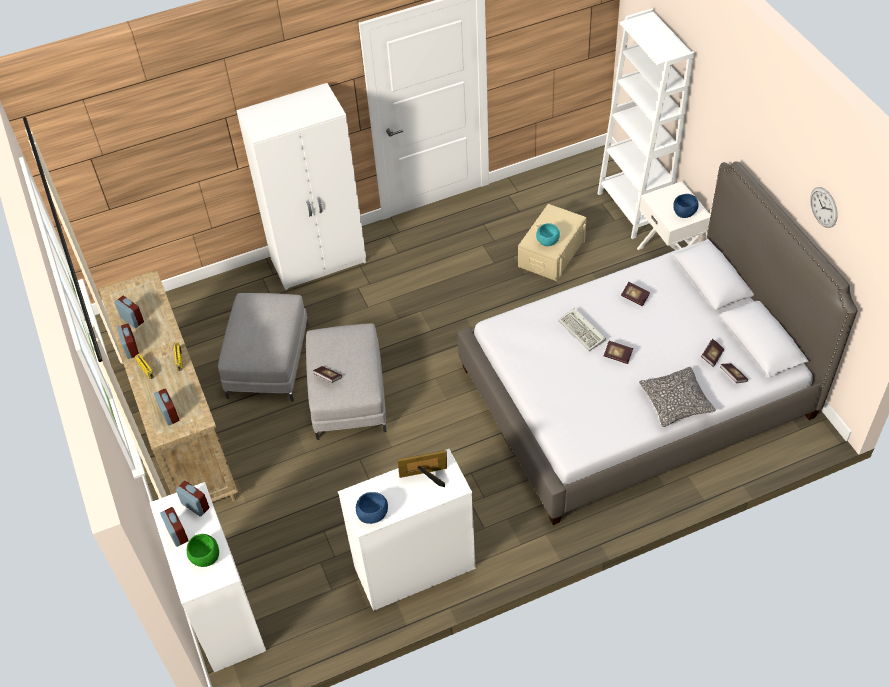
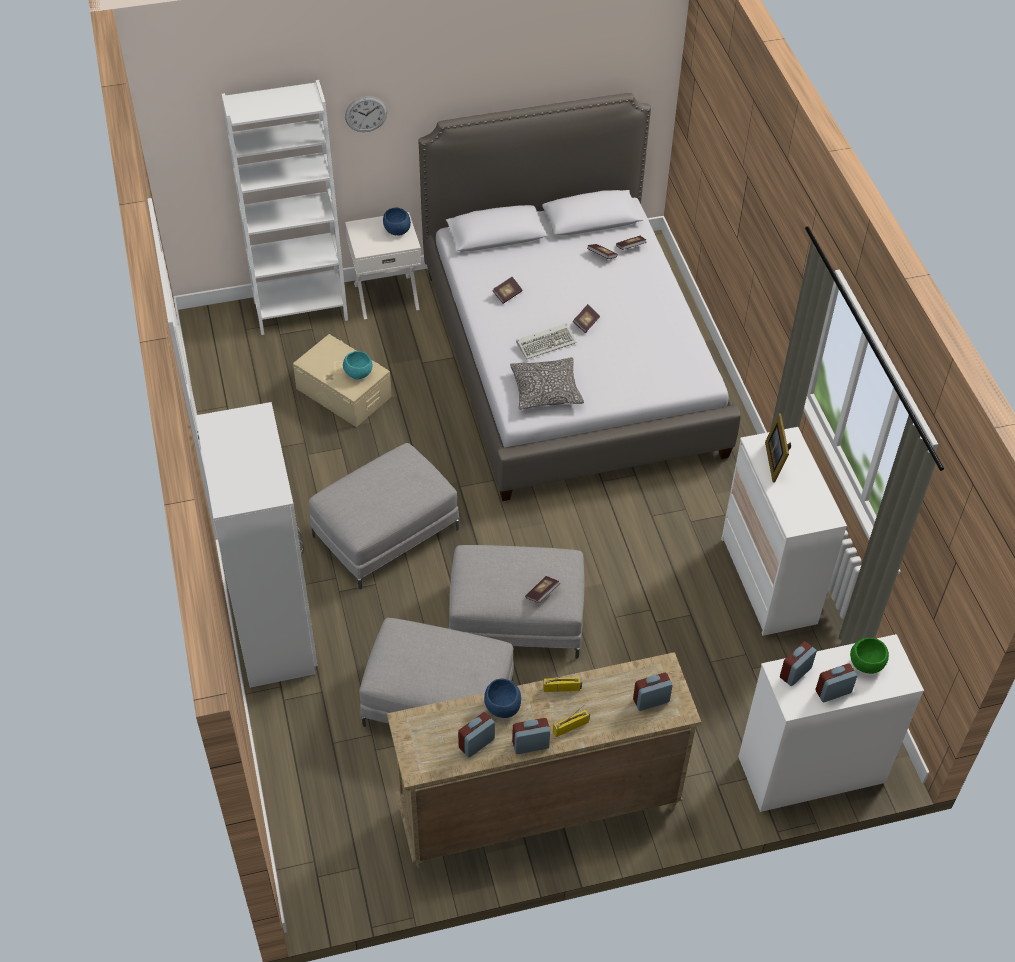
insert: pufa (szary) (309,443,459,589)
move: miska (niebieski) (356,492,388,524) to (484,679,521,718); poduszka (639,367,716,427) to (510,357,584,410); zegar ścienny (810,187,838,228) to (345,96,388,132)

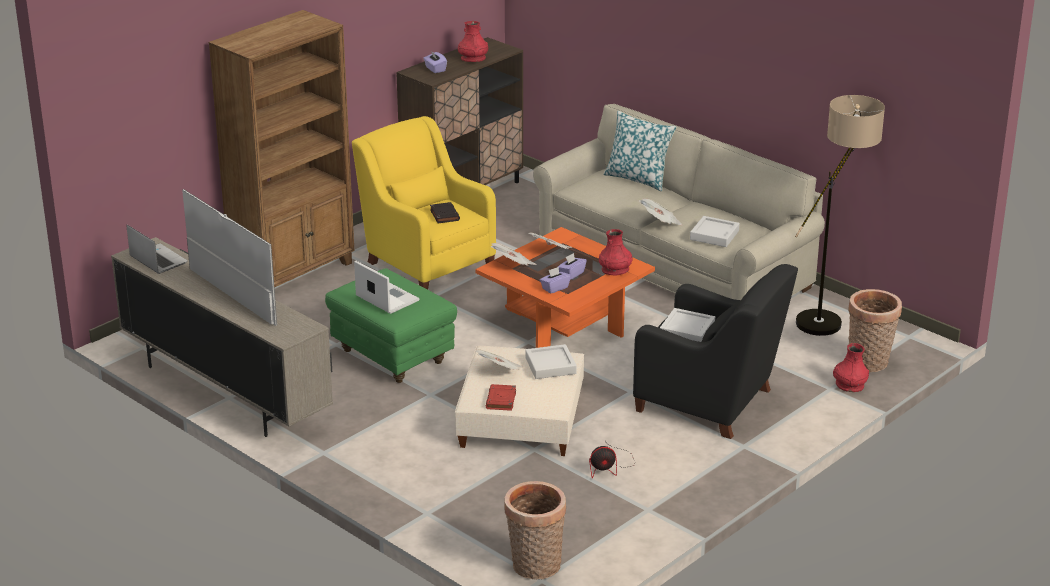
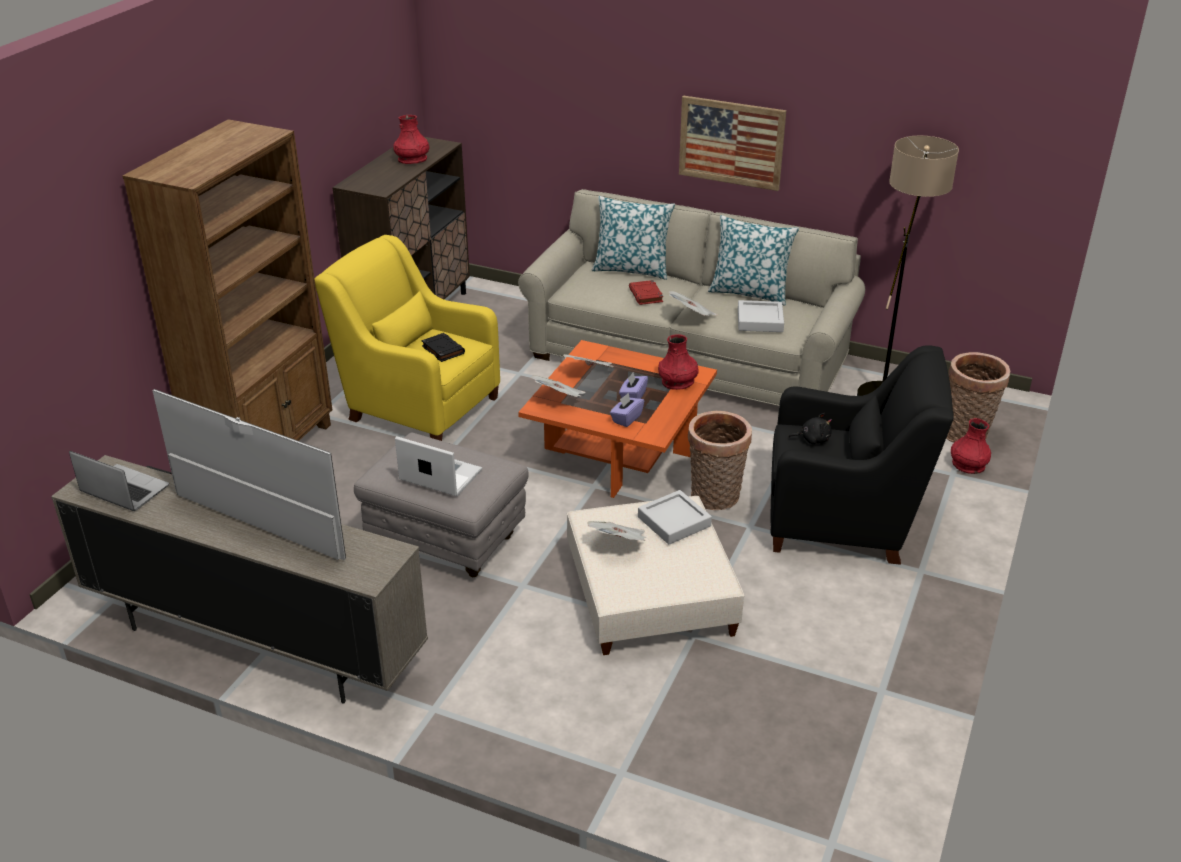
delete: pudełko chusteczek (fioletowy) (423,51,447,73); wentylator (589,441,635,478)
insert: obraz (679,96,786,191); poduszka (708,215,799,305)
move: książka (czerwony) (486,384,516,411) to (629,280,663,305); koszyk (504,481,566,580) to (688,411,752,510)
replace: taca (biały) (660,308,715,342) to pluszak (czarny) (788,413,832,444)
recolor: pufa (zielony) (325,268,457,383) to pufa (szary) (354,433,529,577)

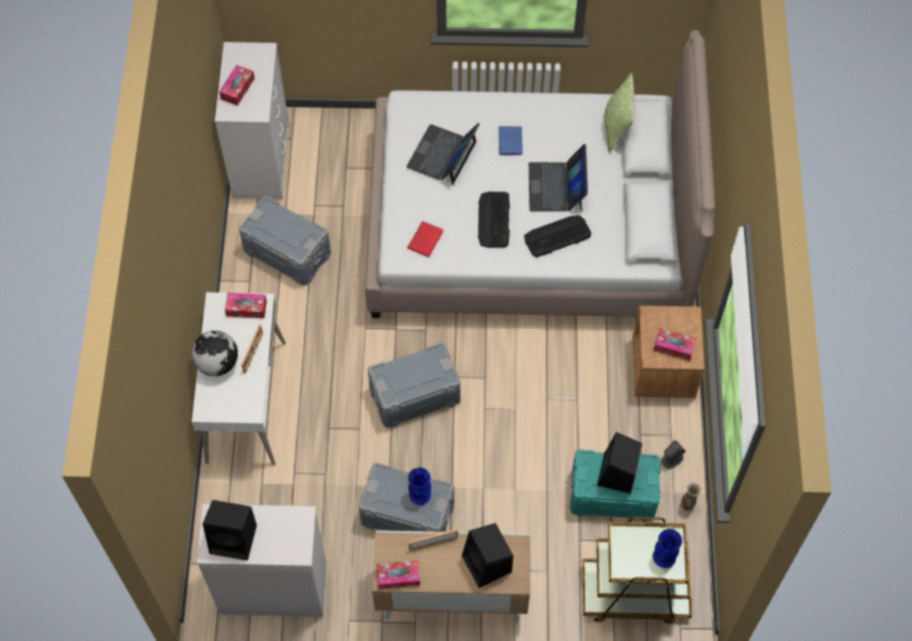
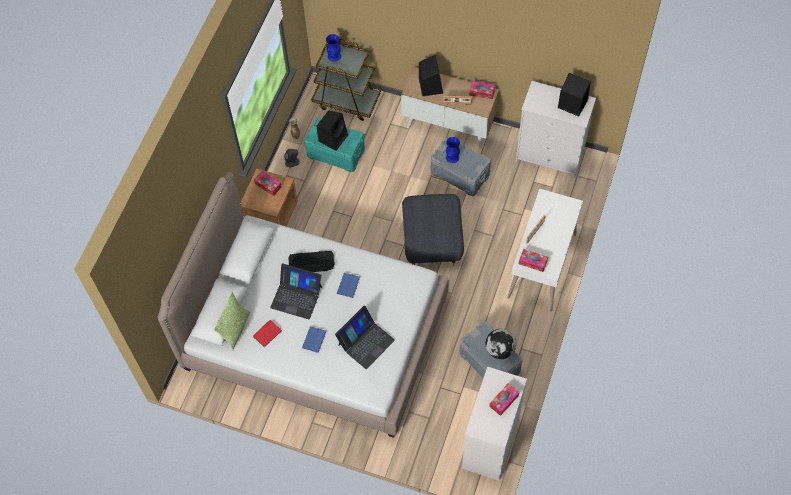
move: globus (192,331,238,376) to (485,329,516,359); książka (czerwony) (407,221,443,257) to (253,320,282,348)
replace: pojemnik do przechowywania (szary) (368,343,461,428) to pufa (szary) (402,194,464,266); klawiatura (478,191,510,248) to książka (niebieski) (337,273,360,298)
rotate: laptop (529,144,588,212) = (270,263,322,319) 90 degrees clockwise

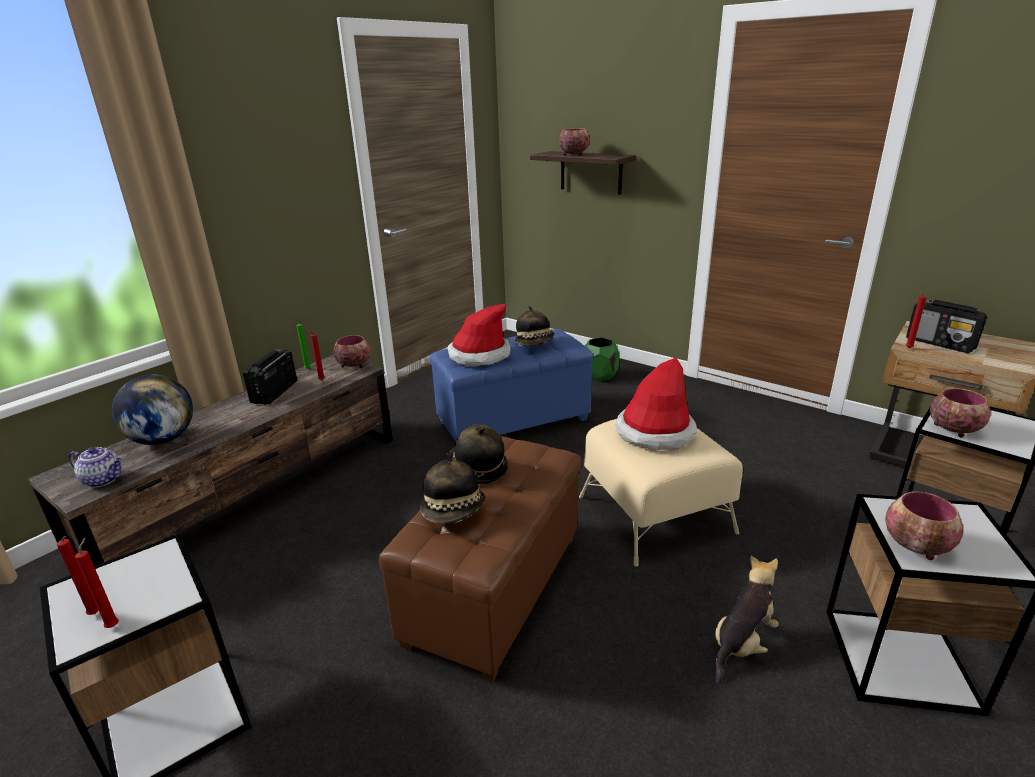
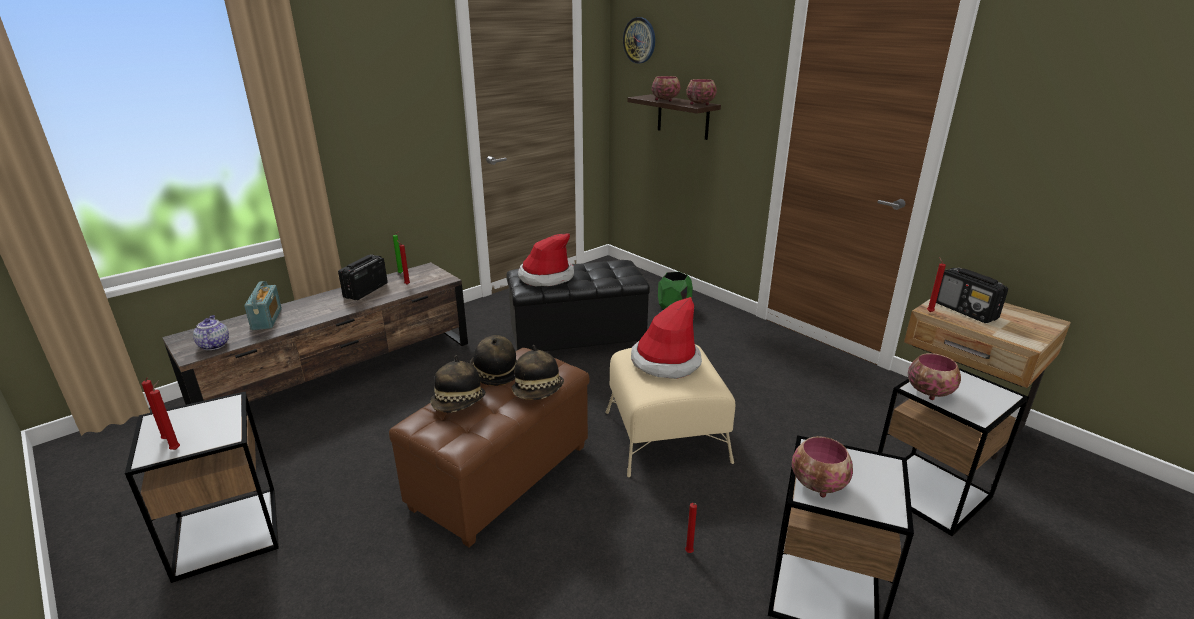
insert: zegar ścienny (623,17,655,64)
move: miska (333,335,371,368) to (686,79,717,105); kapelusz (514,306,555,346) to (511,345,564,400)
replace: globus (112,374,193,445) to radio (244,281,282,330); pluszak (715,556,779,683) to świeca (czerwony) (685,503,697,553)
recolor: pufa (niebieski) (430,329,593,441) to pufa (czarny) (506,260,650,351)
rotate: imbryk (69,447,122,487) = (193,315,229,350) 135 degrees counterclockwise

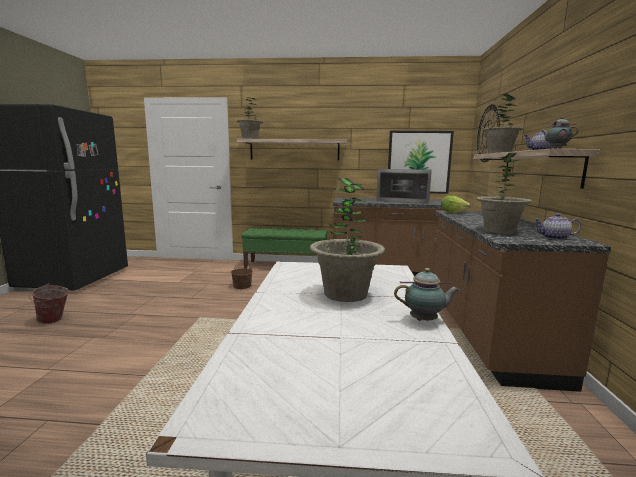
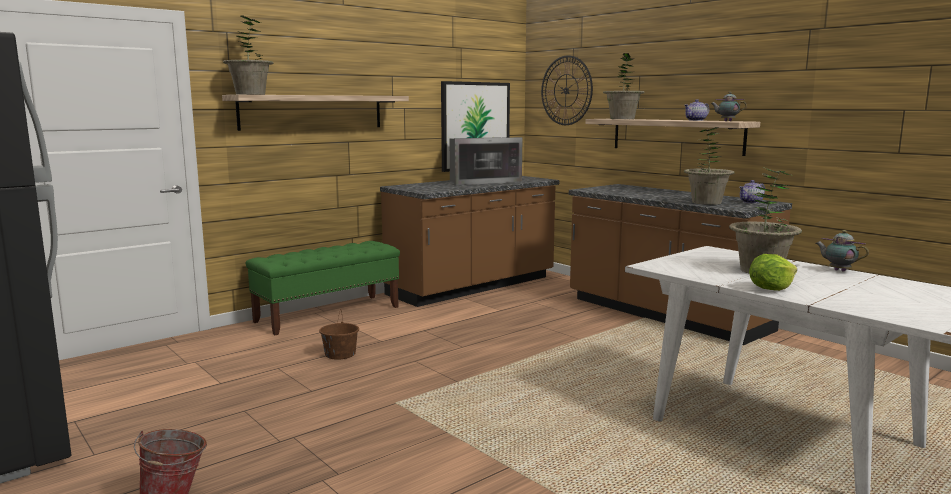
move: sałata (441,195,470,213) to (749,254,797,291)
rotate: imbryk (394,268,459,321) = (816,230,869,272) 90 degrees counterclockwise

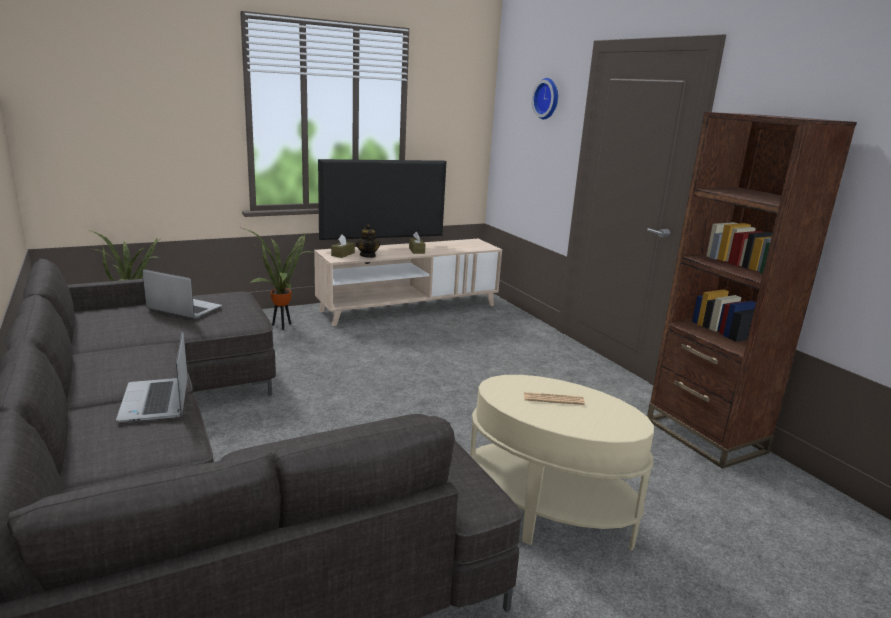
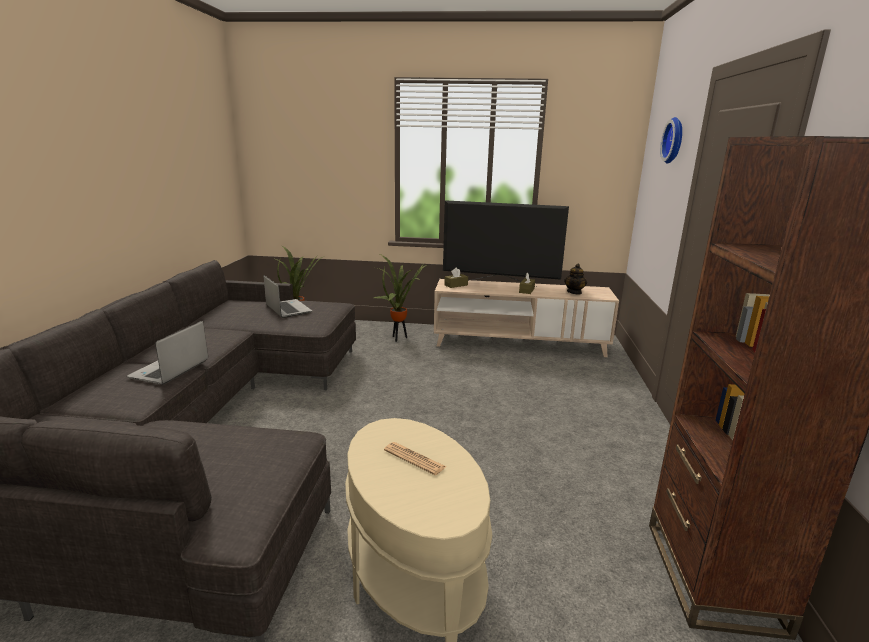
move: imbryk (356,224,380,258) to (564,263,587,294)

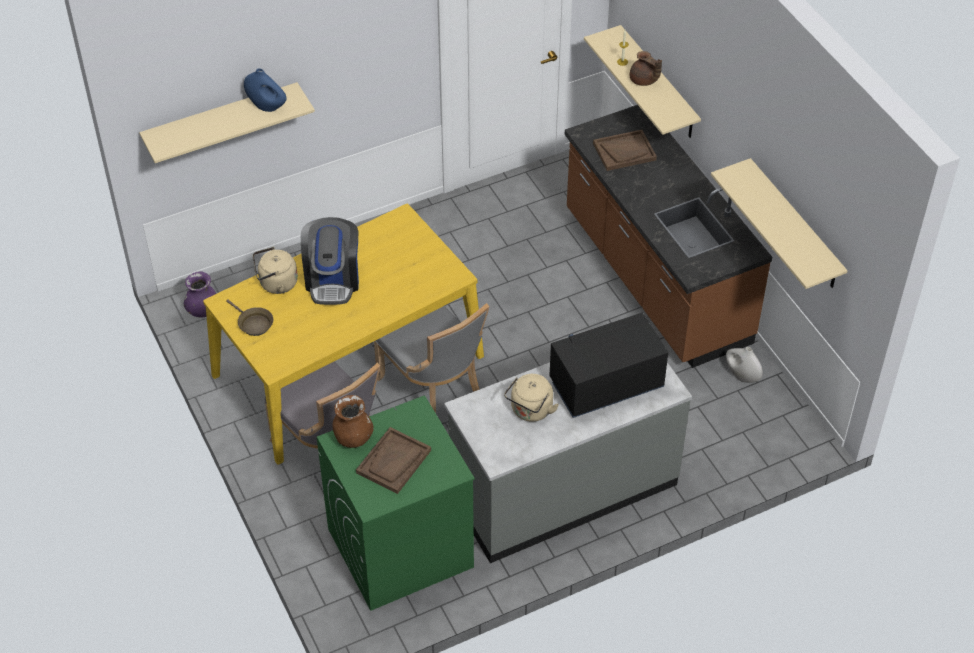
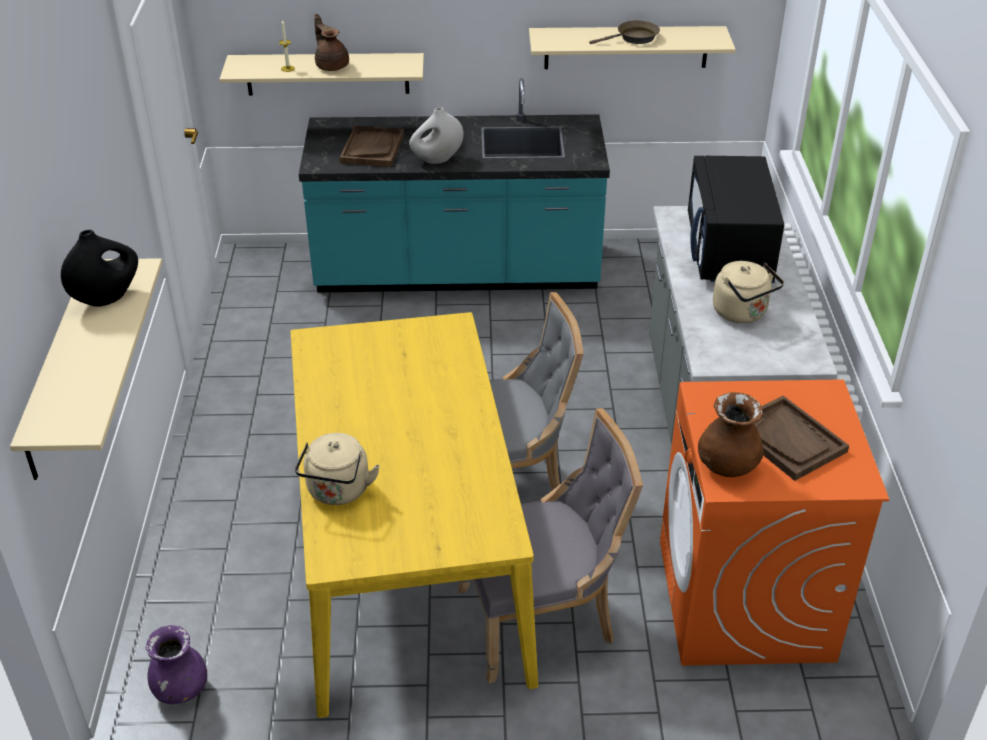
delete: ekspres do kawy (301,217,359,305)
move: patelnia (brązowy) (226,299,273,336) to (589,20,660,44); wazon (biały) (726,347,763,383) to (409,107,464,164)
recolor: wazon (niebieski) (244,68,287,112) to wazon (czarny) (61,230,138,307); pralka (zielony) (317,395,475,611) to pralka (pomarańczowy) (660,379,889,666); zabudowa kuchenna (brązowy) (565,105,772,368) to zabudowa kuchenna (turkusowy) (299,78,610,293)
rotate: imbryk (brązowy) (629,51,662,86) = (314,14,349,71) 105 degrees counterclockwise

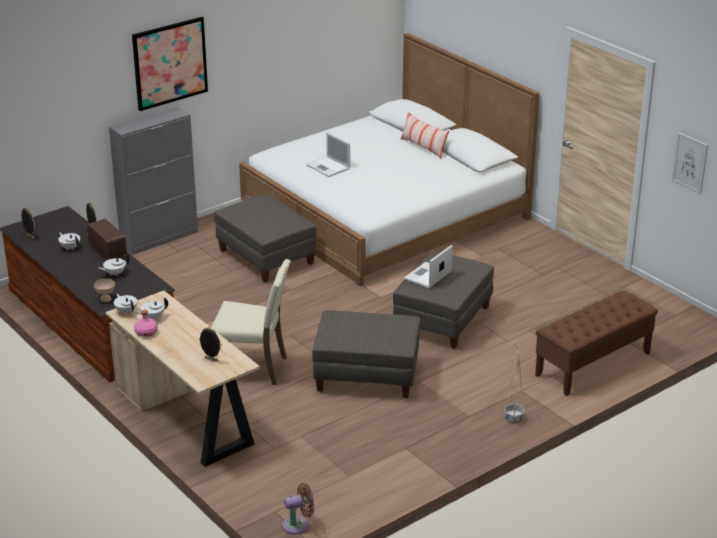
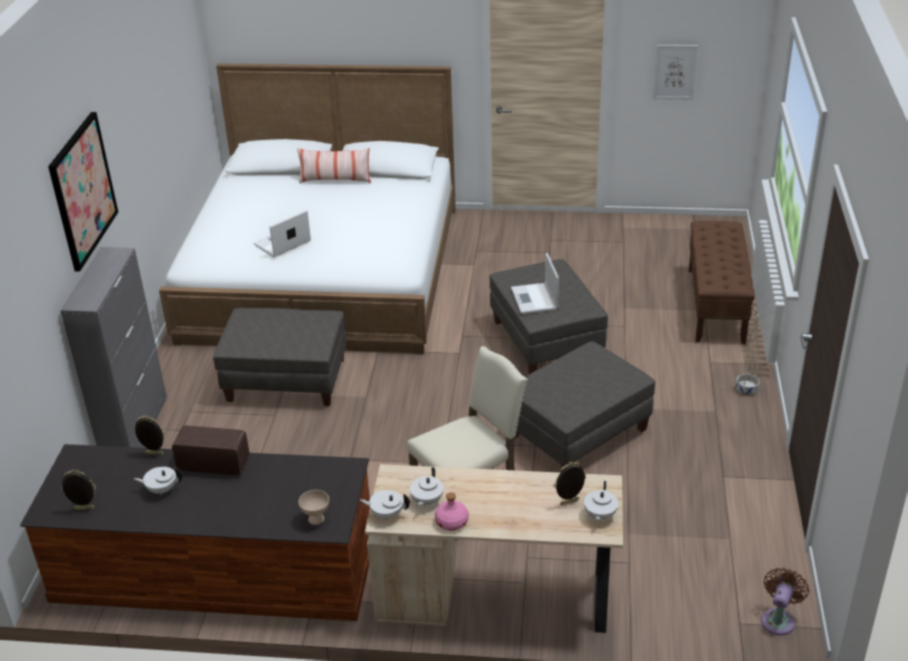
move: imbryk (biały) (98,254,129,275) to (584,481,618,522)
rotate: laptop (306,132,350,177) = (254,210,311,258) 135 degrees clockwise

